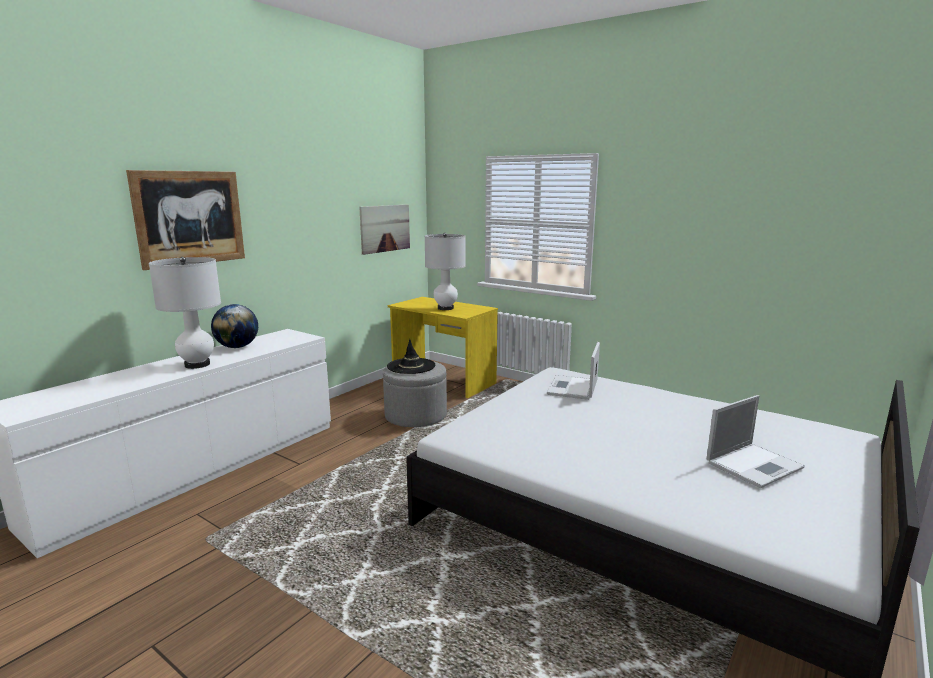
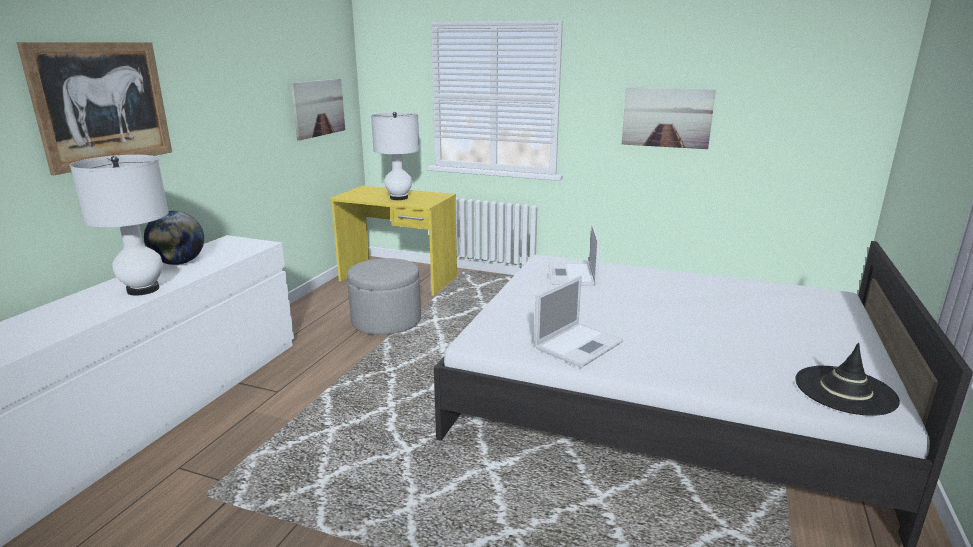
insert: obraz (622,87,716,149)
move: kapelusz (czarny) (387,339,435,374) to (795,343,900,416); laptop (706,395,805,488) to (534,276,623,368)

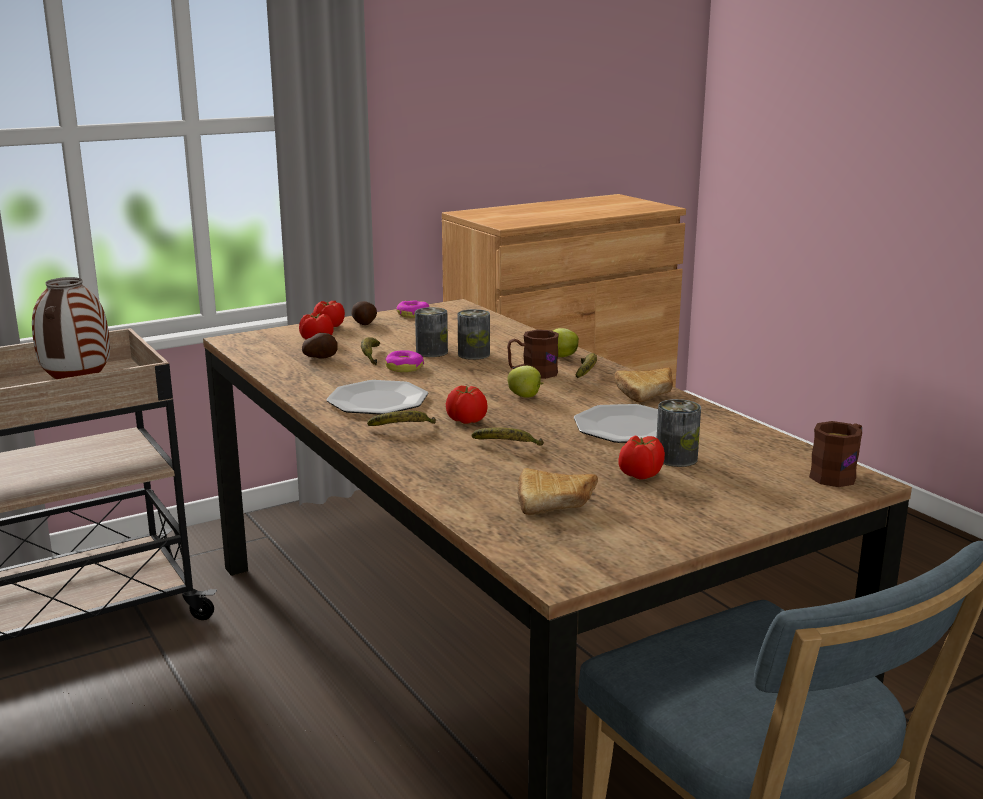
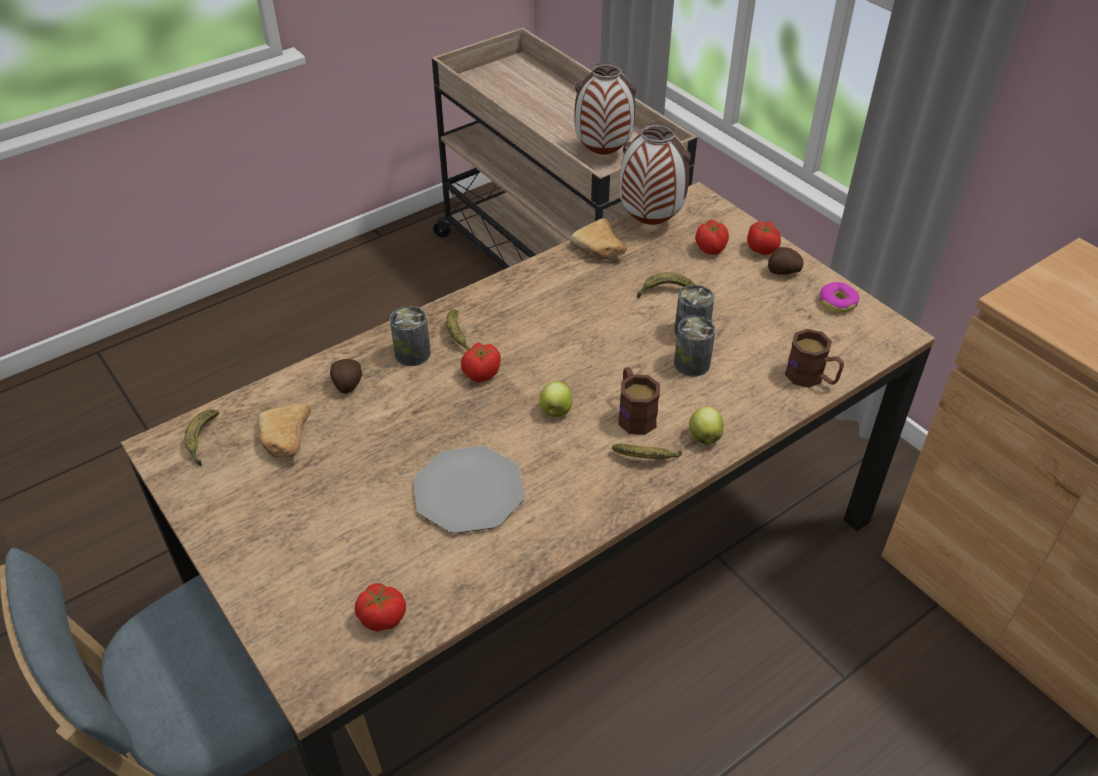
delete: talerz (326,380,428,415); donut (385,350,424,372)
insert: wazon (619,123,691,225)
move: ziemniak (302,333,338,359) to (330,359,362,394); banan (471,427,544,446) to (185,409,219,466); chleb (614,368,673,402) to (570,218,627,260); pomidor (619,436,665,480) to (355,583,406,632); puszka (657,399,701,467) to (390,306,431,366); kubek (brązowy) (809,421,862,487) to (785,329,844,388)

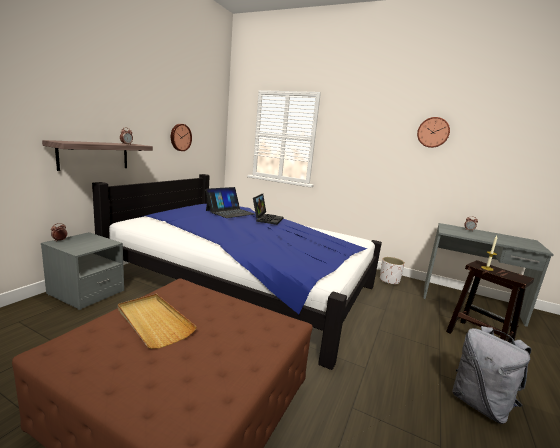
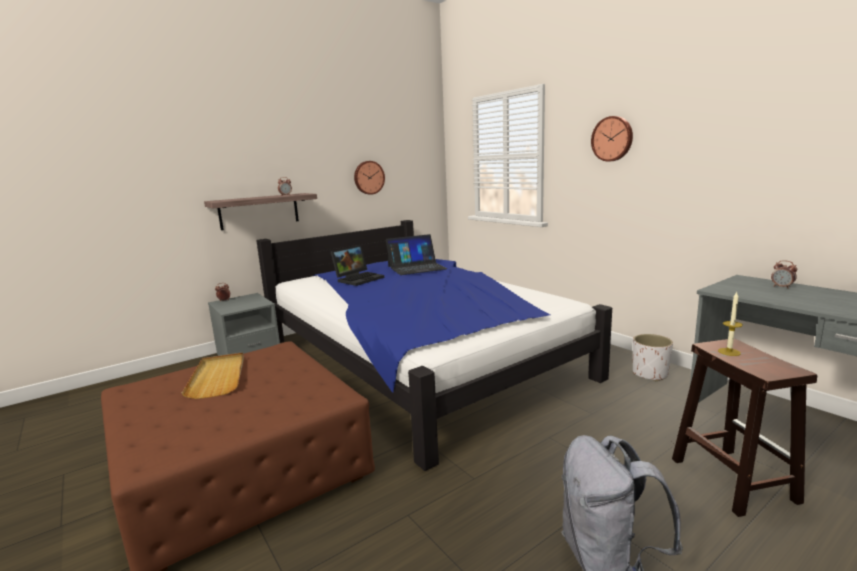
move: laptop (253,194,283,225) to (331,245,384,286); zegar ścienny (417,117,450,148) to (591,116,633,162)

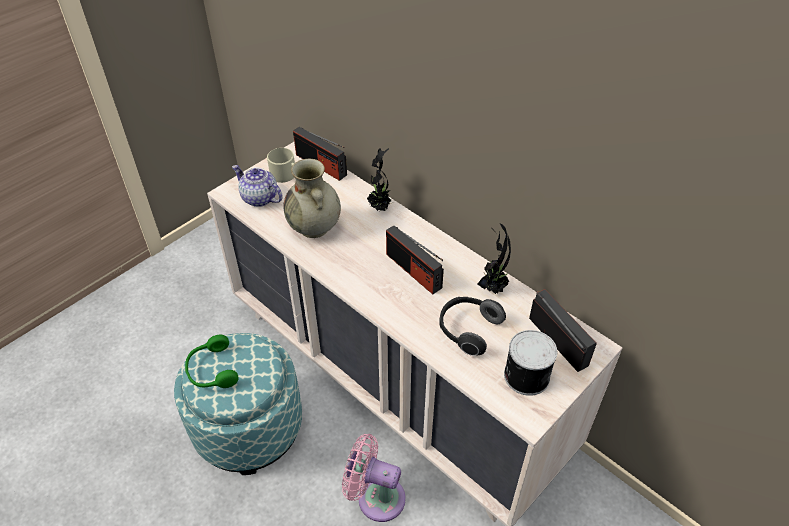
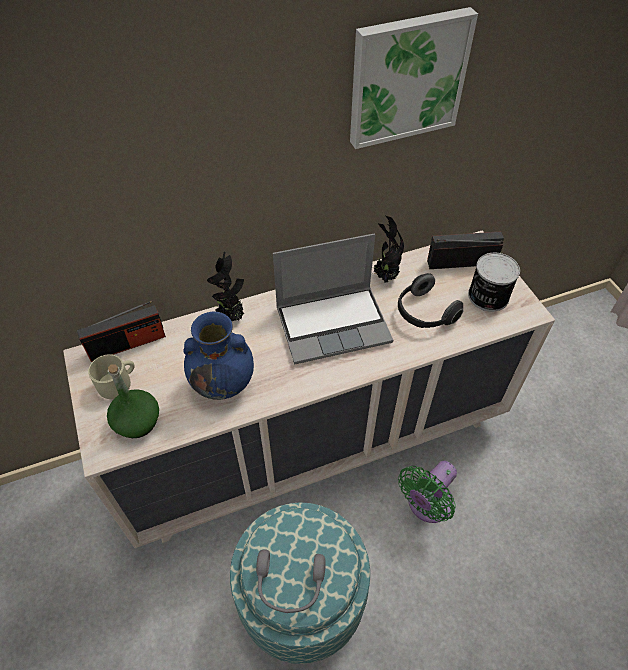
insert: obraz (350,7,478,149)
replace: imbryk (232,165,283,207) to butelka (zielony) (107,364,159,438); radio (386,226,444,294) to laptop (273,233,393,364)
recolor: słuchawki (zielony) (185,335,238,388) to słuchawki (szary) (256,549,325,613); wazon (beżowy) (283,159,341,238) to wazon (niebieski) (183,312,254,400); wentylator (różowy) (342,434,406,522) to wentylator (zielony) (398,461,457,523)

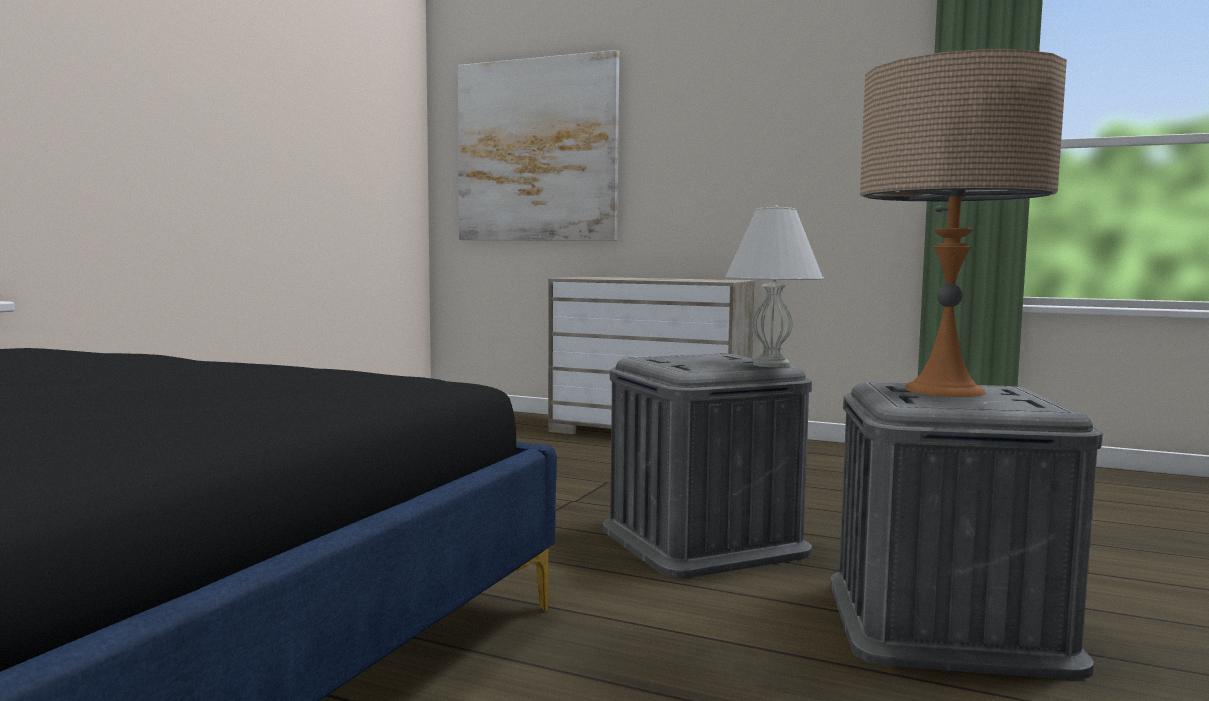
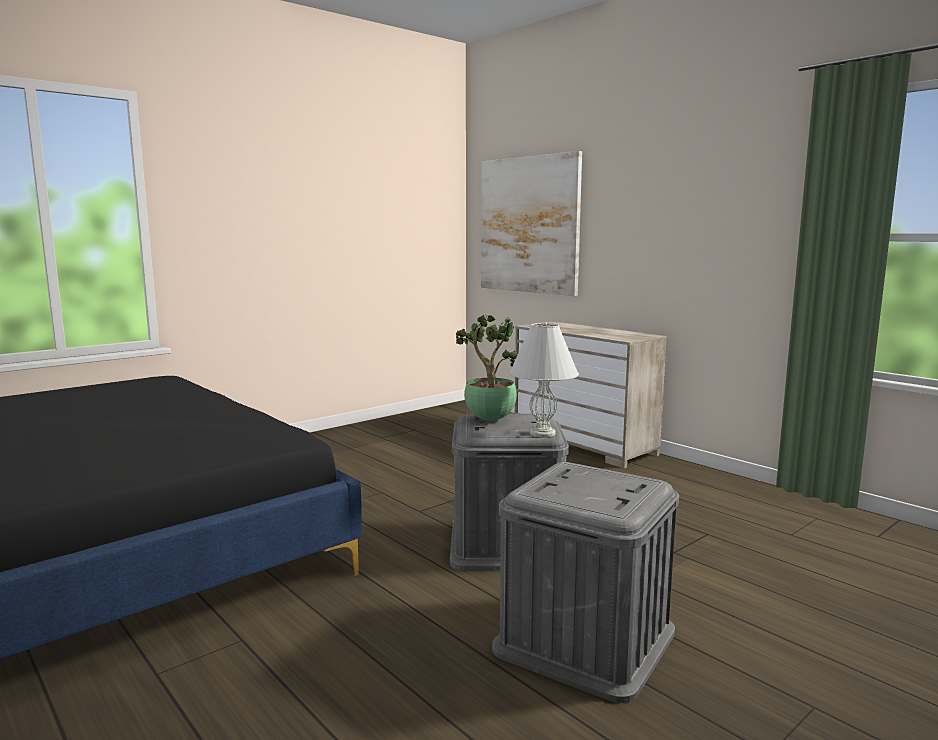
delete: lampa stołowa (beżowy) (860,49,1067,397)
insert: roślina doniczkowa (455,314,518,421)

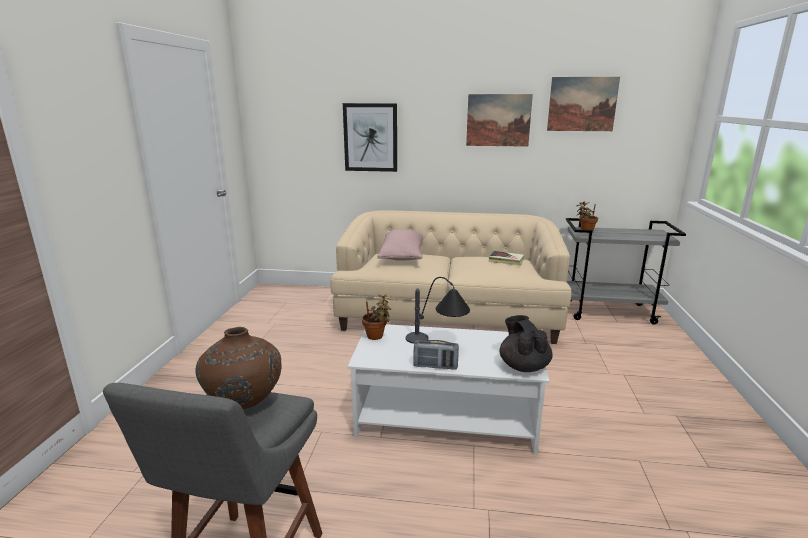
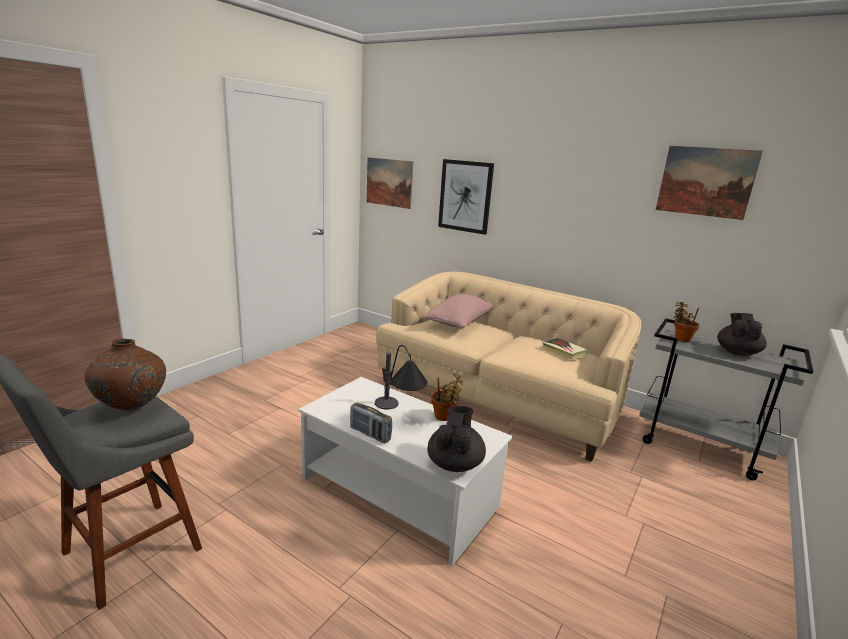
insert: imbryk (czarny) (717,313,767,356)
move: roślina doniczkowa (362,294,391,340) to (431,373,463,421); obraz (466,94,533,147) to (366,157,413,209)

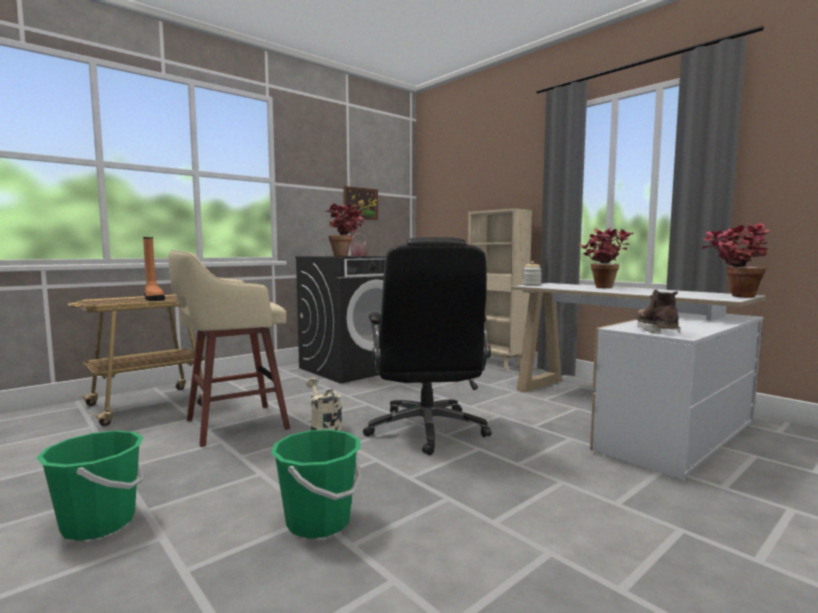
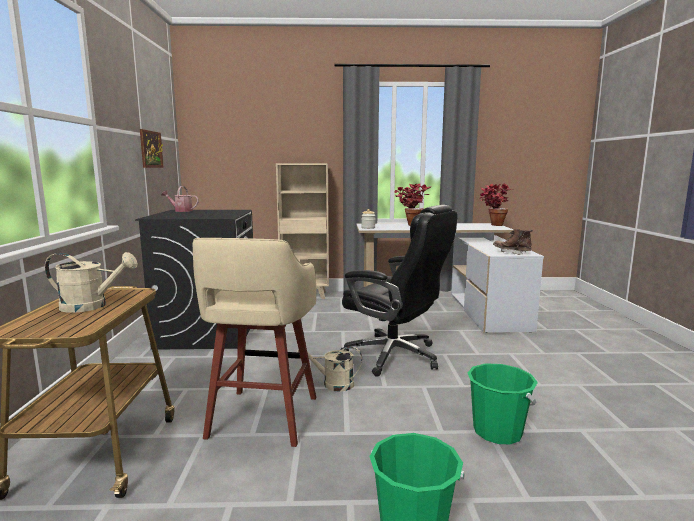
delete: roślina doniczkowa (325,203,364,257)
replace: but z cholewką (pomarańczowy) (143,237,165,301) to konewka (beżowy) (45,252,138,313)

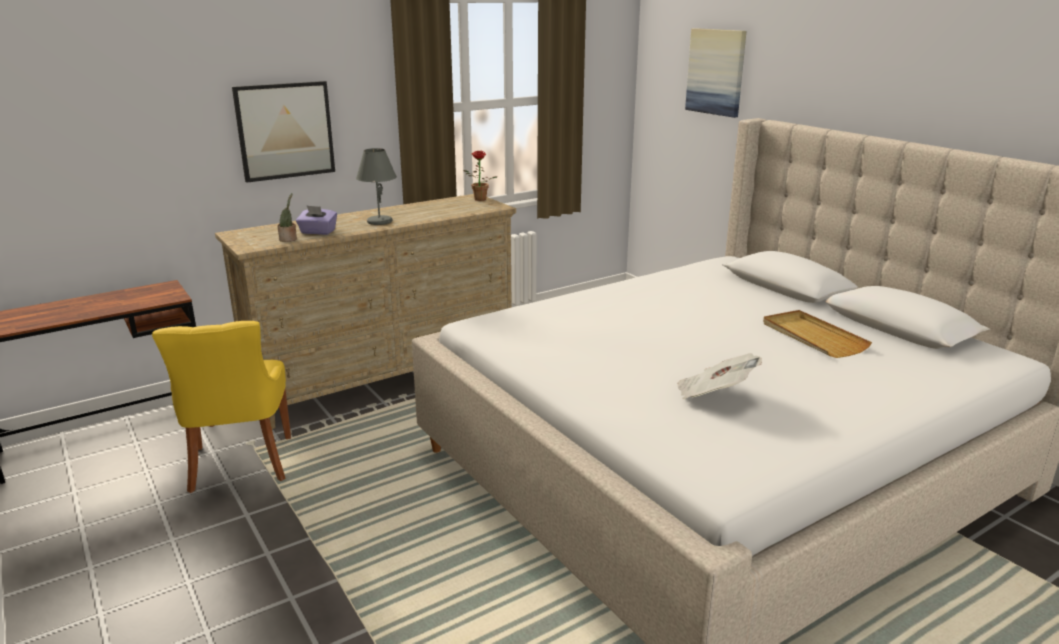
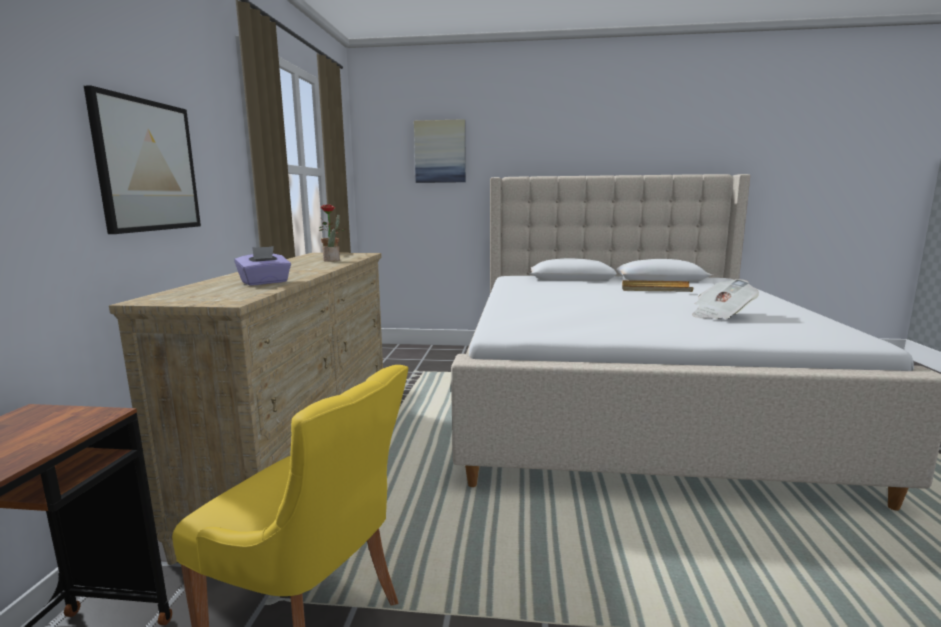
delete: lampa stołowa (szary) (356,148,397,225)
move: roślina doniczkowa (277,193,297,242) to (322,214,340,262)

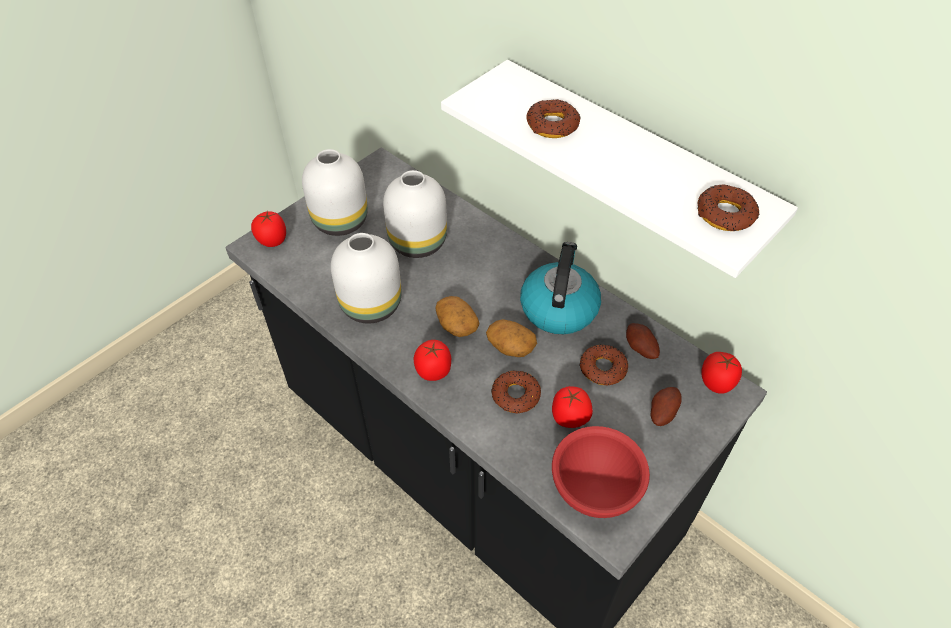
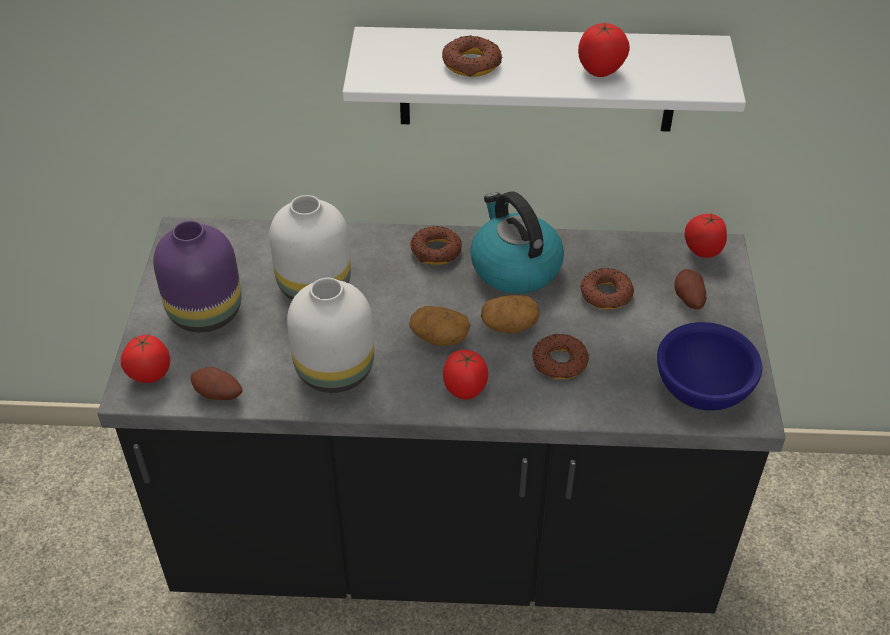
move: pomidor (552,386,593,428) to (578,23,630,77); ziemniak (626,323,660,359) to (191,367,242,400); donut (697,184,759,231) to (410,226,462,265)
recolor: wazon (biały) (302,149,368,236) to wazon (fioletowy) (153,221,242,332); miska (czerwony) (552,426,650,518) to miska (niebieski) (657,322,762,411)

